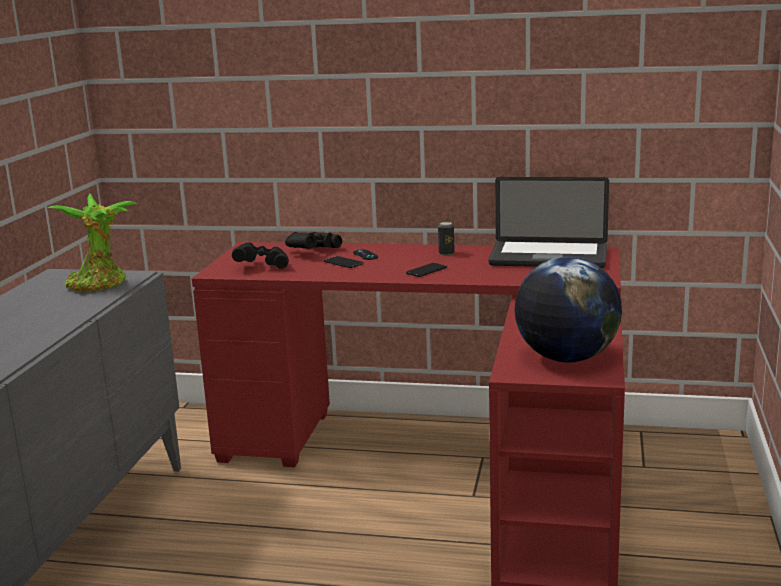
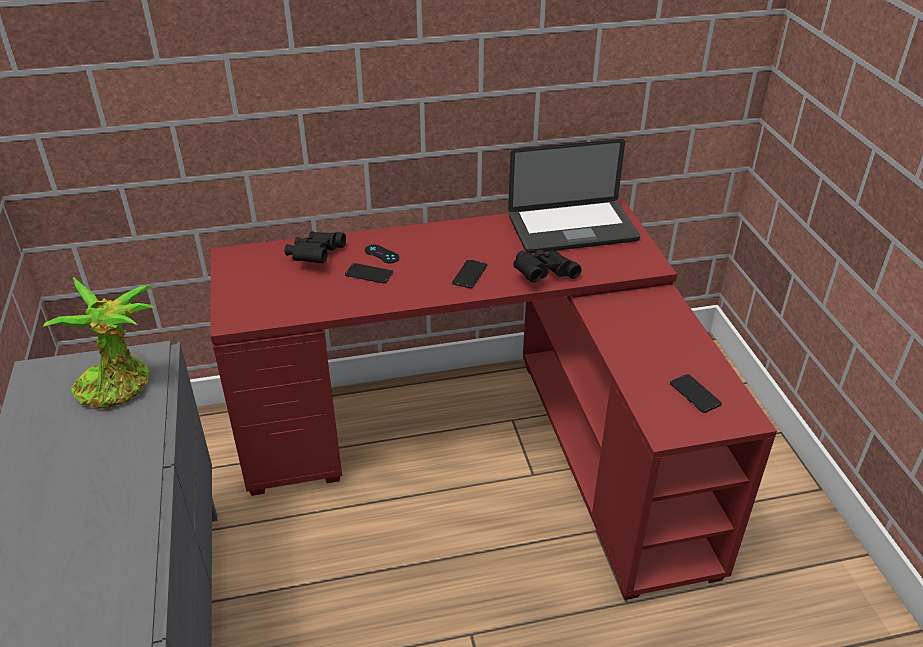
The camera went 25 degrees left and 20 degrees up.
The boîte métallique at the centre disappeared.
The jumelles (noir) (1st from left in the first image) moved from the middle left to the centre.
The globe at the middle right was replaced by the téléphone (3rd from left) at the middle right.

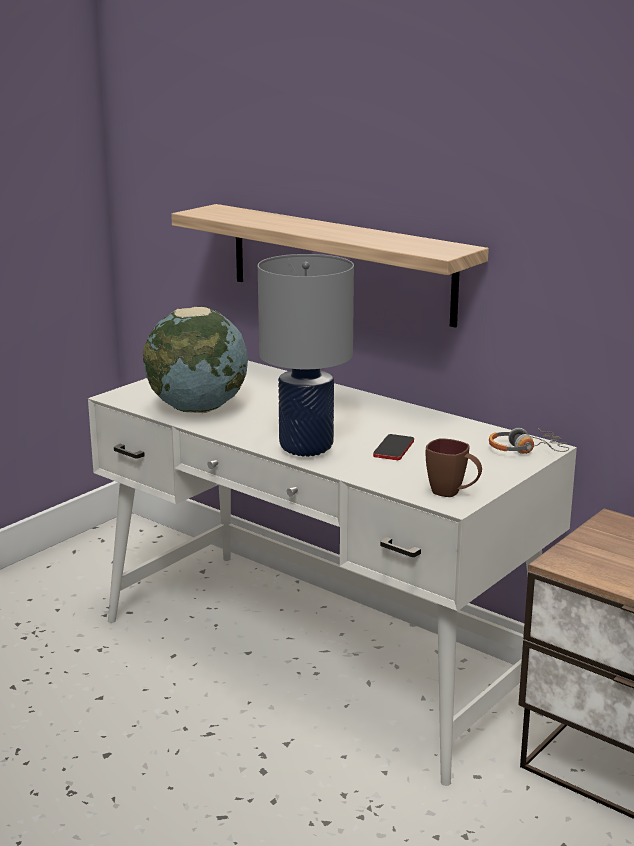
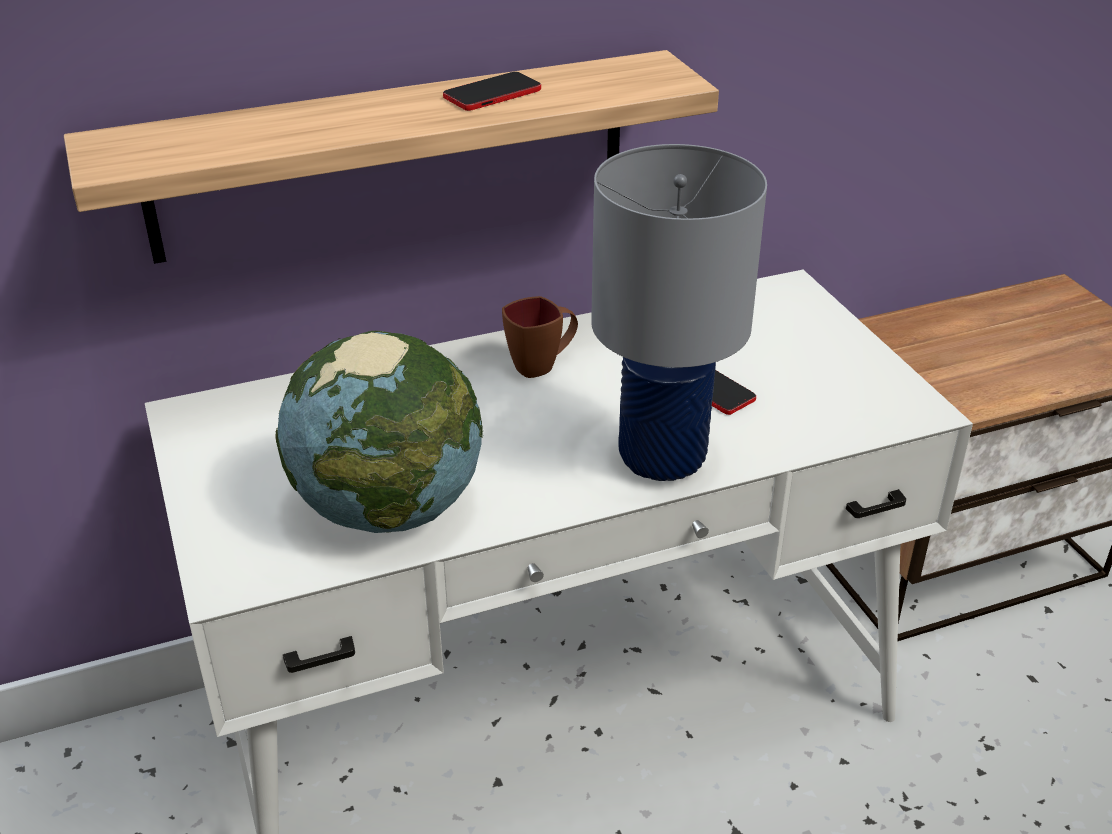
The camera went 60 degrees left and 15 degrees up.
The casque audio at the middle right disappeared.
The téléphone (1st from left) at the top centre appeared.
The mug (marron) moved from the middle right to the centre.

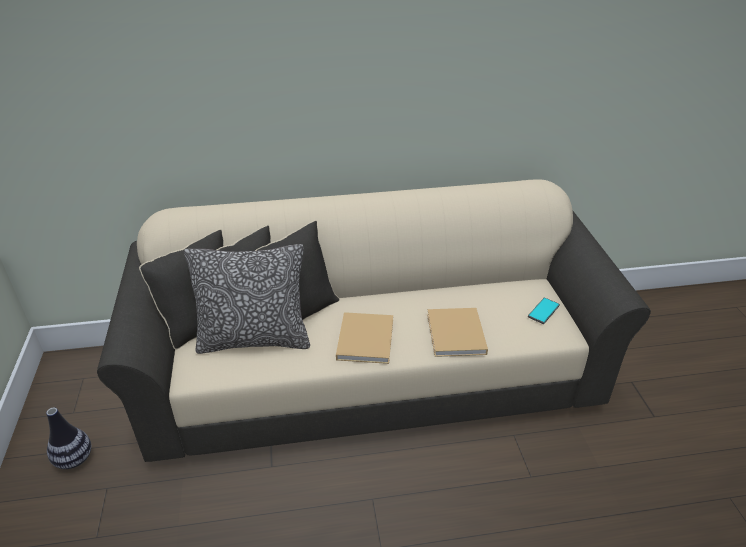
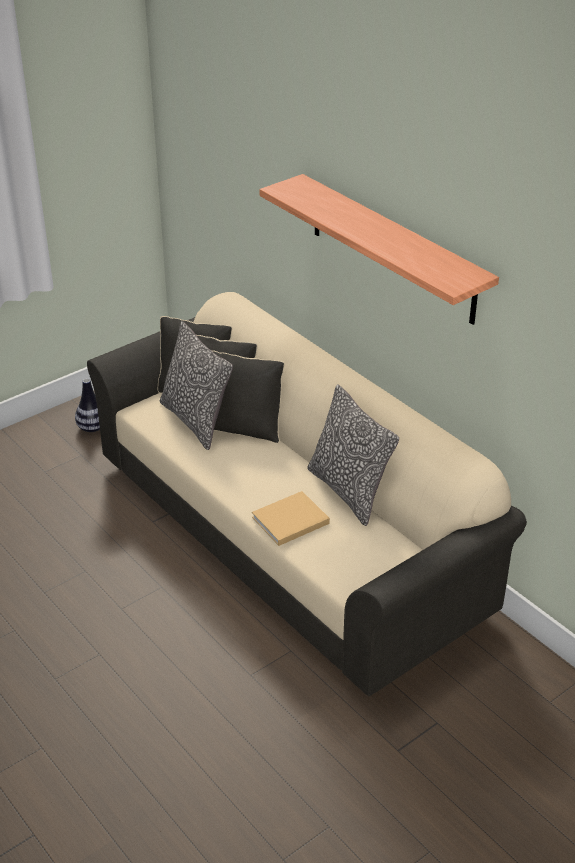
The camera went 60 degrees right and 0 degrees up.
The livre (beige) (1st from left) at the centre disappeared.
The téléphone at the middle right disappeared.
The étagère at the top centre appeared.
The coussin (2nd from left) at the centre appeared.

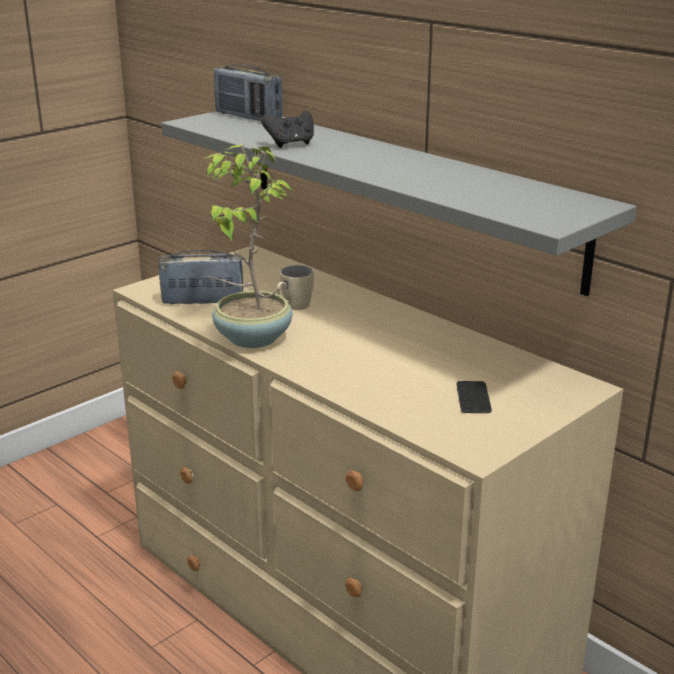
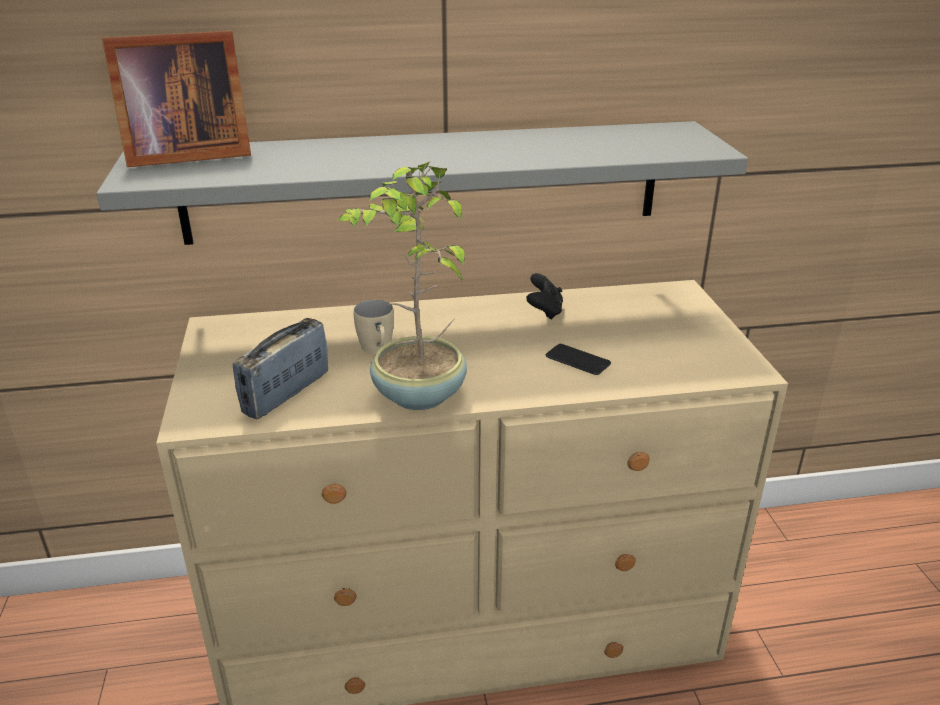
The camera went 55 degrees left and 5 degrees up.
The manette (noir) moved from the top centre to the centre.
The téléphone moved from the middle right to the centre.
The radio (2nd from left) at the top centre was replaced by the cadre photo at the top left.

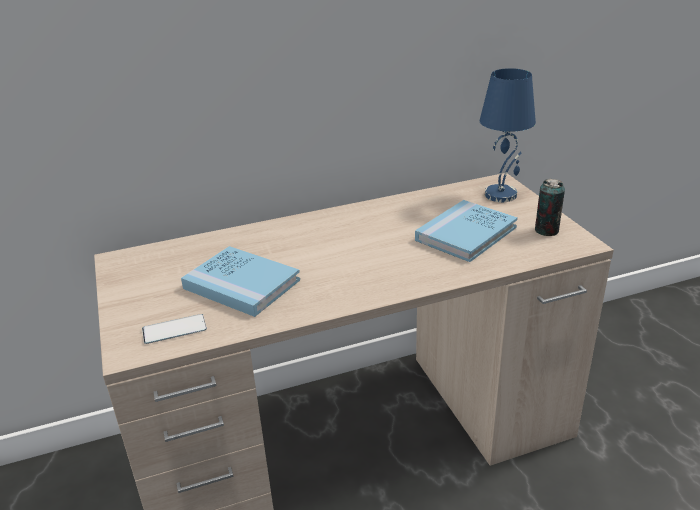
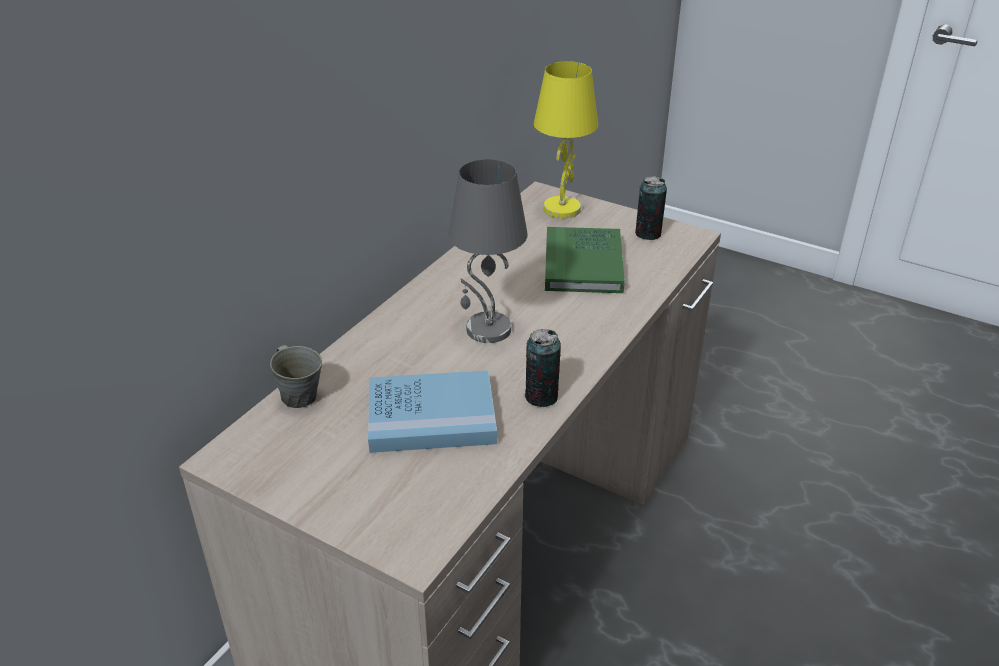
The camera went 40 degrees left and 5 degrees up.
The téléphone at the middle left disappeared.
The mug (gris) at the middle left appeared.
The lampe de table (gris) at the centre appeared.
The boîte métallique (1st from left) at the centre appeared.
The livre (bleu) (2nd from left) at the centre became the livre (vert) at the centre.
The lampe de table (bleu) at the top right became the lampe de table (jaune) at the top centre.

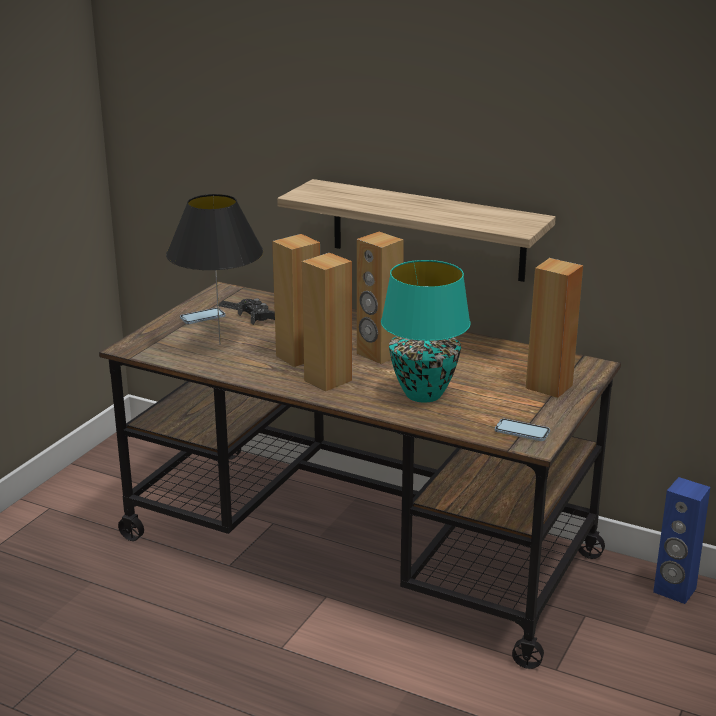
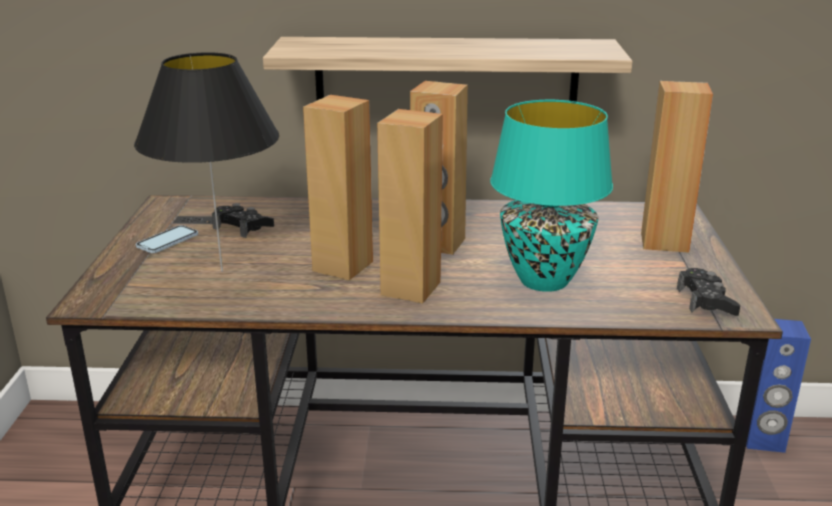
The camera went 25 degrees left and 0 degrees up.
The téléphone (2nd from left) at the middle right was replaced by the manette (noir) (2nd from left) at the middle right.

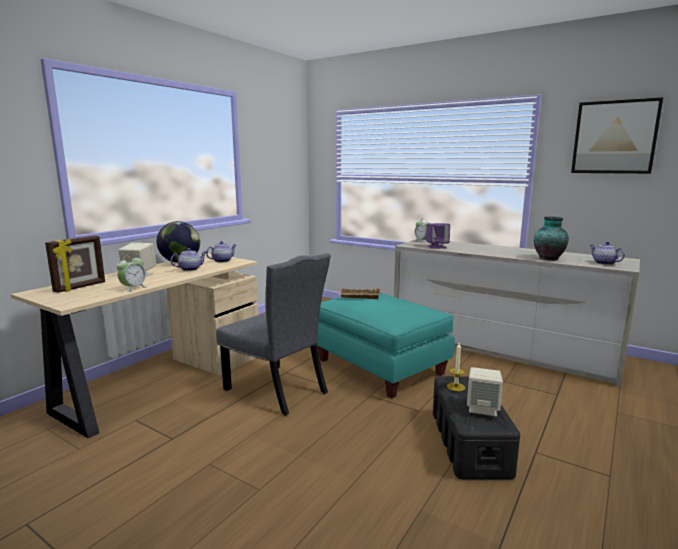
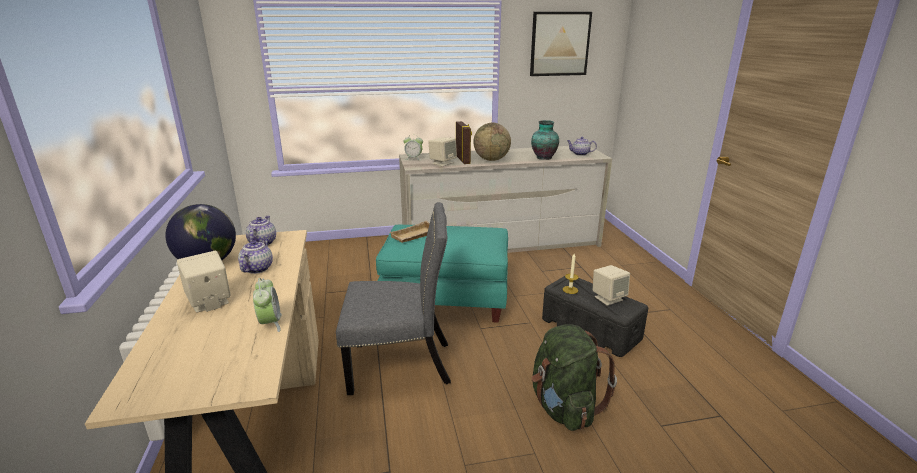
The camera went 45 degrees left and 10 degrees up.
The globe (2nd from left) at the top centre appeared.
The sac à dos (vert) at the bottom centre appeared.
The cadre photo moved from the middle left to the top centre.
The enceinte (violet) at the centre became the enceinte (beige) (2nd from left) at the top centre.

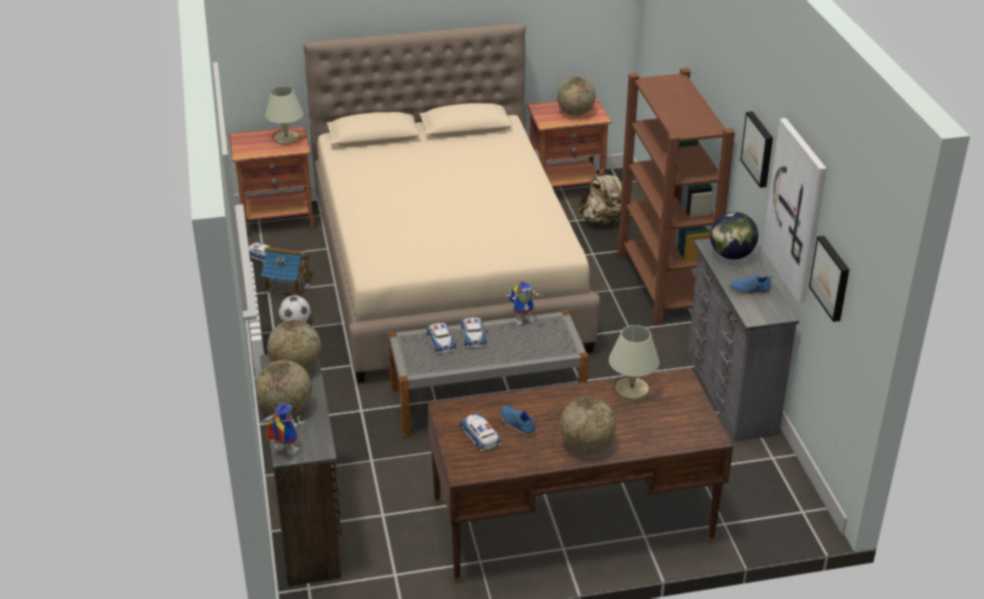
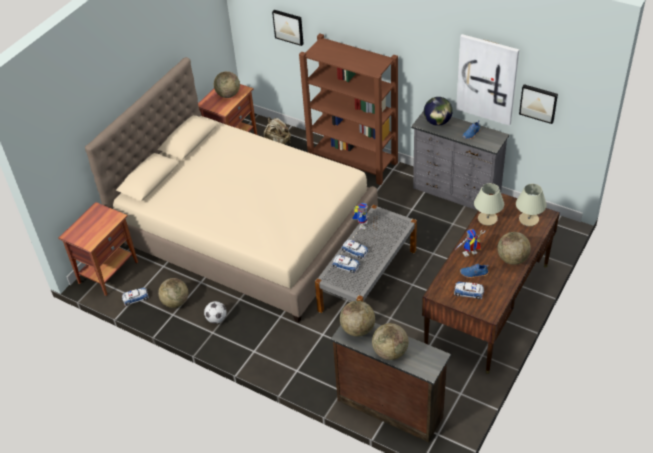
The camera went 45 degrees left and 10 degrees up.
The robot jouet (1st from left in the first image) moved from the bottom left to the middle right.
The lampe de table (beige) (1st from left in the first image) moved from the top left to the middle right.
The tableau (1st from left) moved from the top right to the top centre.
The maison miniature at the middle left was replaced by the globe (1st from left) at the middle left.

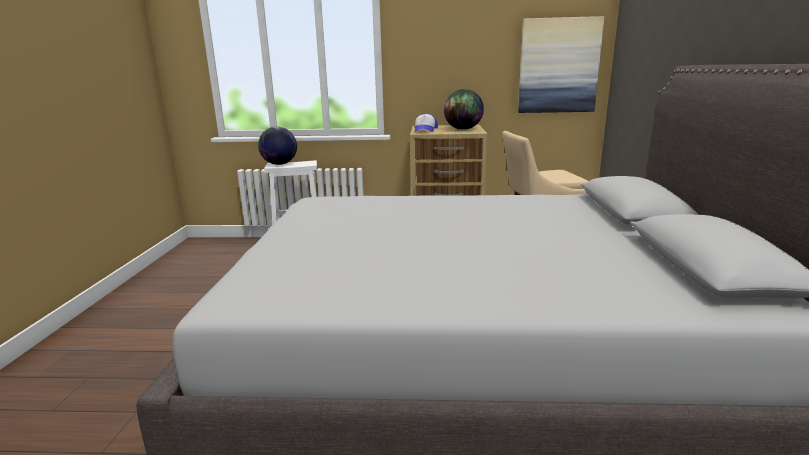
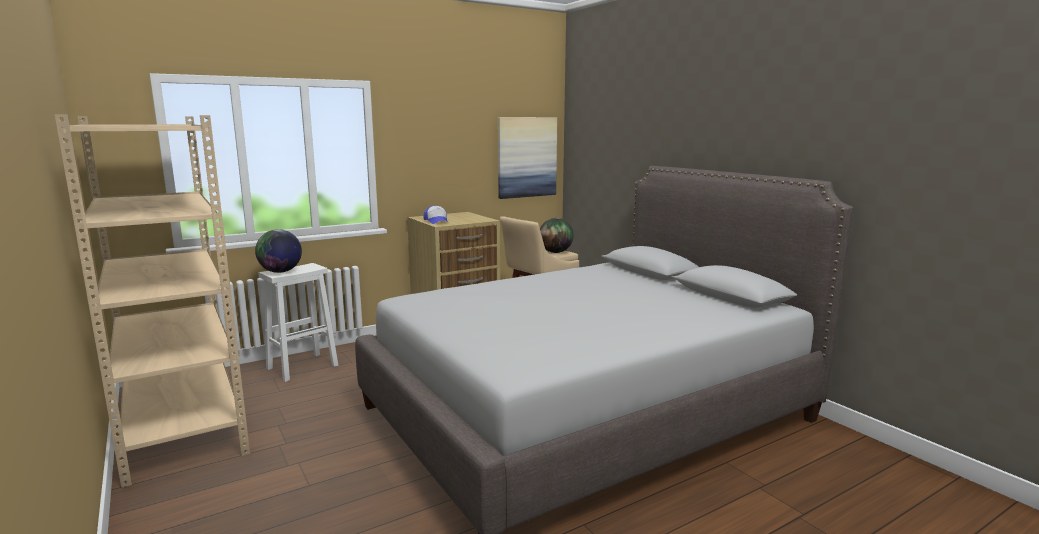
The camera went 35 degrees left and 5 degrees down.
The bibliothèque (beige) at the middle left appeared.
The globe (2nd from left) moved from the top centre to the centre.

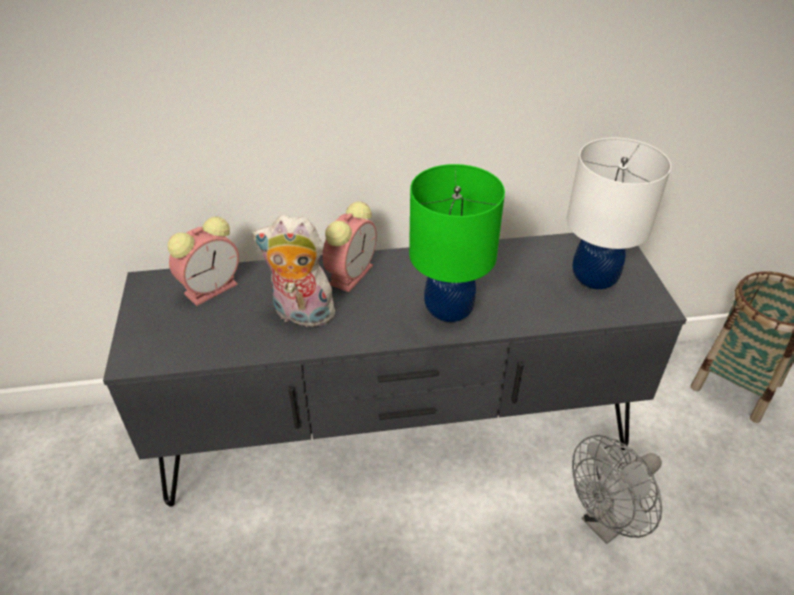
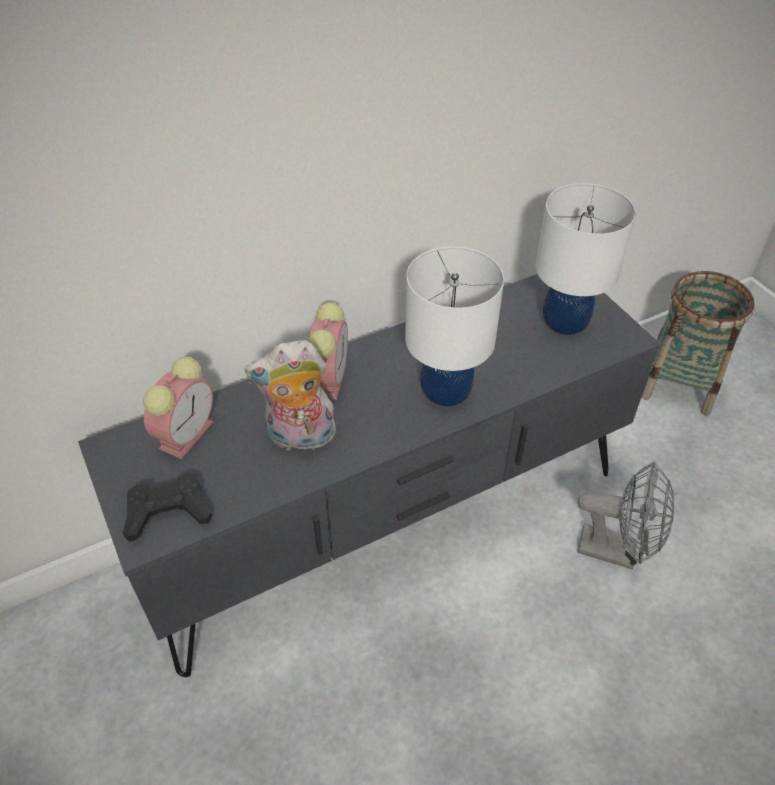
The camera went 20 degrees left and 5 degrees up.
The manette (noir) at the middle left appeared.
The lampe de table (vert) at the centre became the lampe de table (blanc) (1st from left) at the centre.
The ventilateur (gris) at the bottom right turned 105 degrees counterclockwise.

